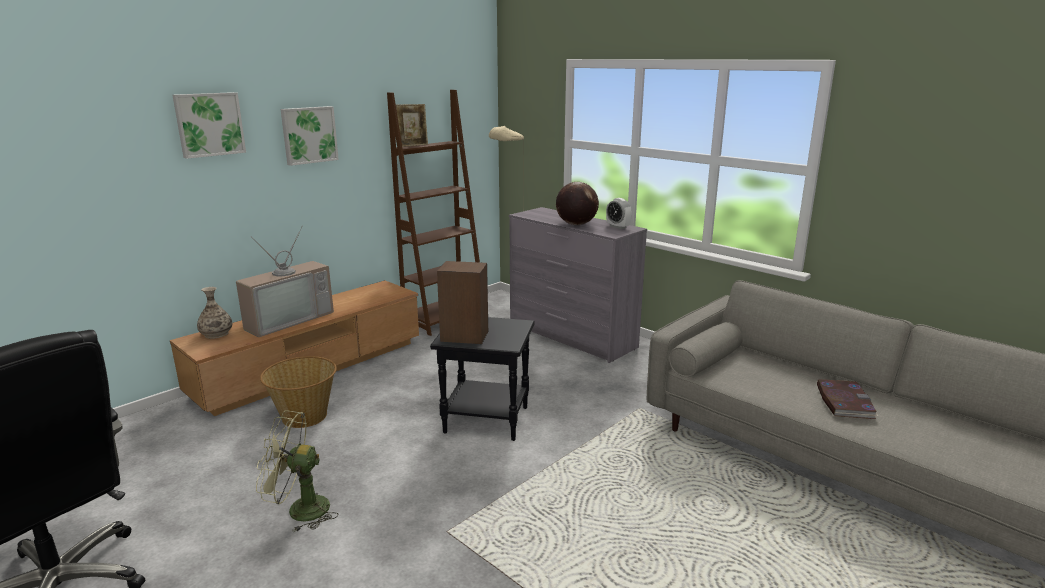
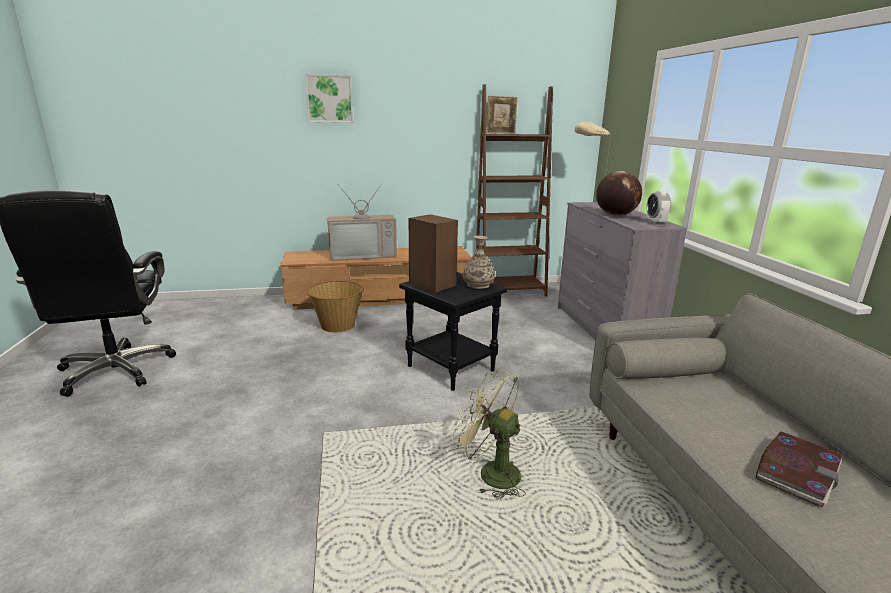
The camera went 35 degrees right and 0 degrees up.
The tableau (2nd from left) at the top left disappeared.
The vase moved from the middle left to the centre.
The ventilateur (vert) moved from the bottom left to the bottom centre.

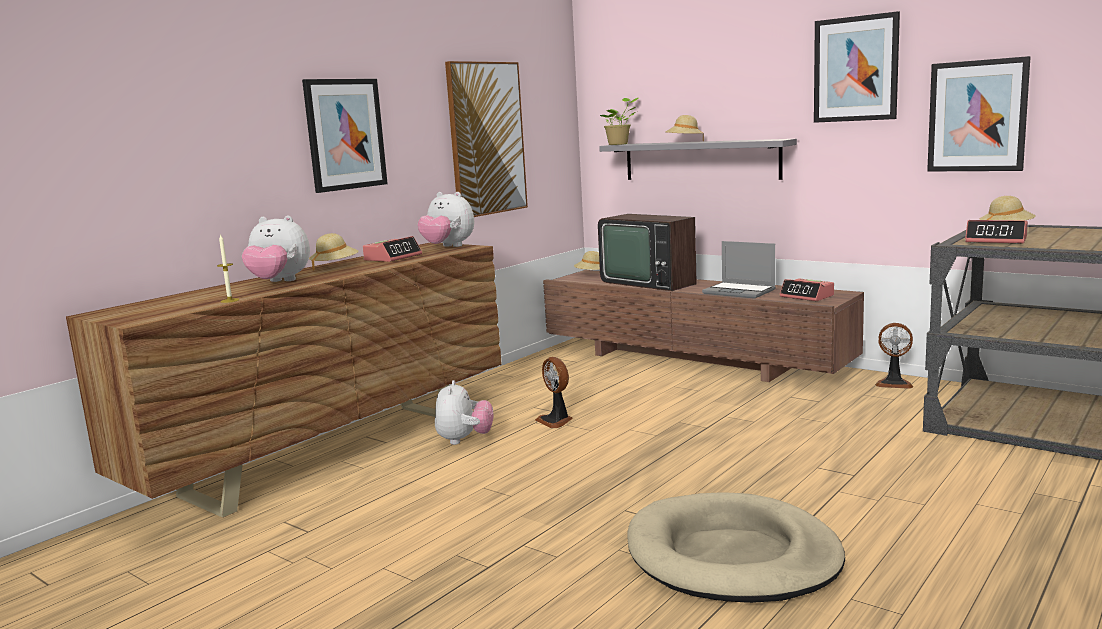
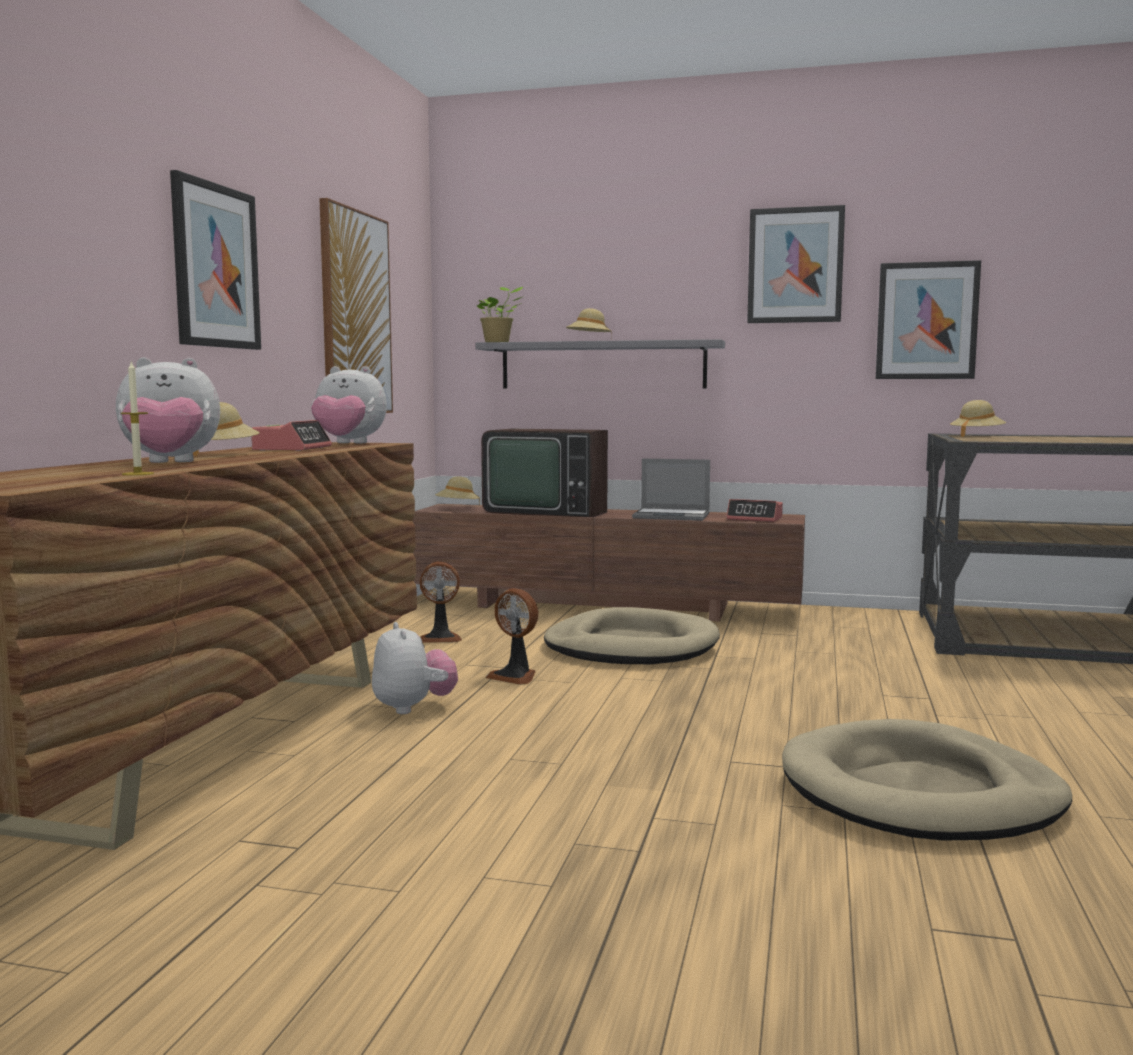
The camera went 25 degrees left and 5 degrees down.
The réveil (3rd from left) at the middle right disappeared.
The panier pour chien (beige) (1st from left) at the centre appeared.
The ventilateur (2nd from left in the first image) moved from the middle right to the centre.

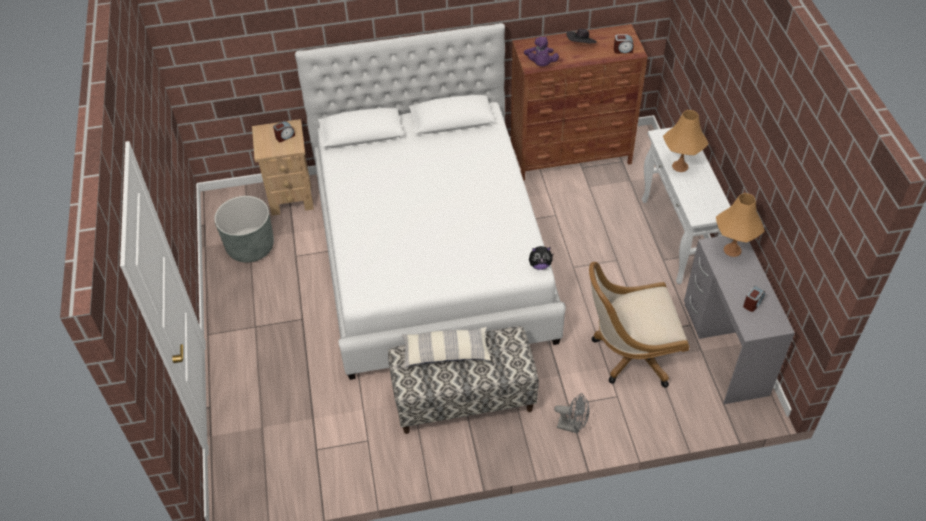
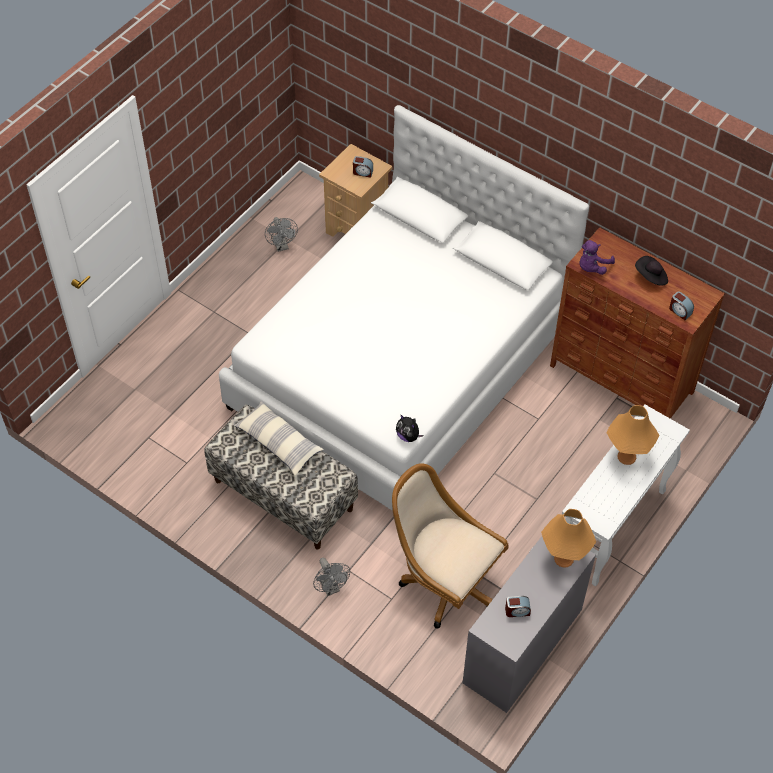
The camera went 45 degrees right and 5 degrees up.
The cache-pot (gris) at the middle left was replaced by the ventilateur (gris) (1st from left) at the top centre.

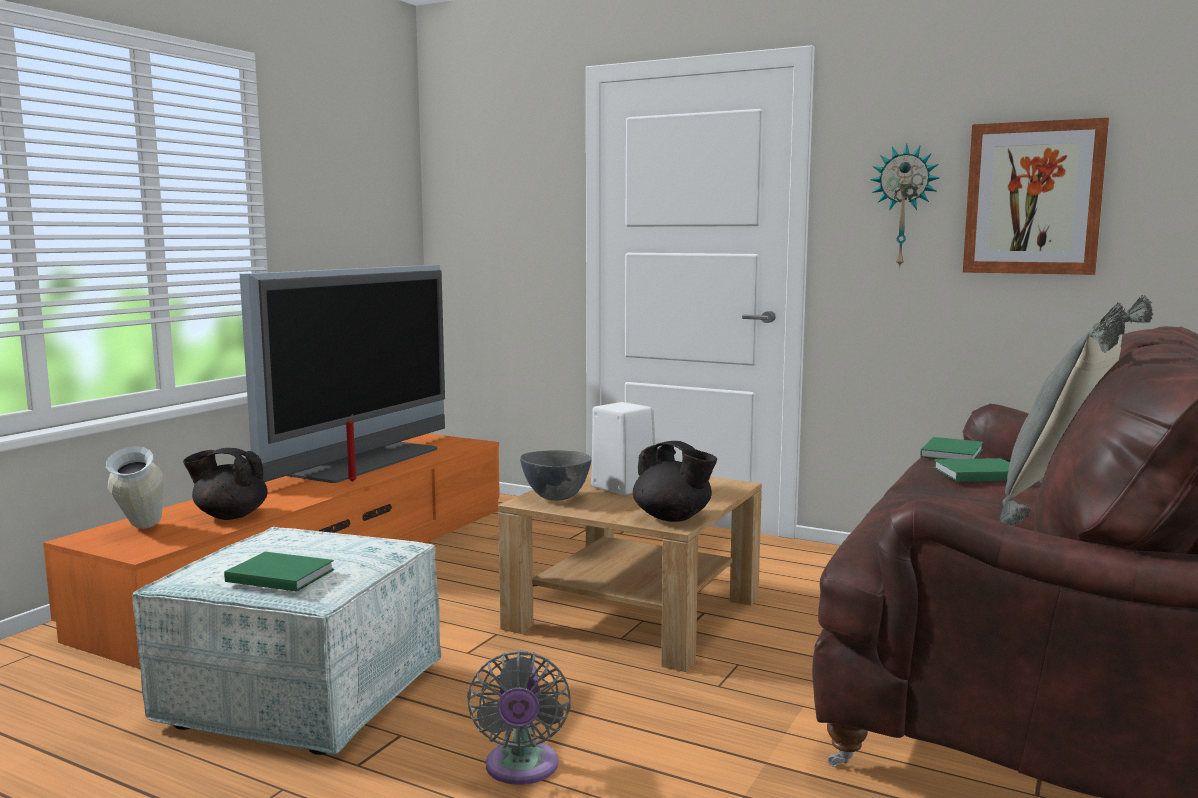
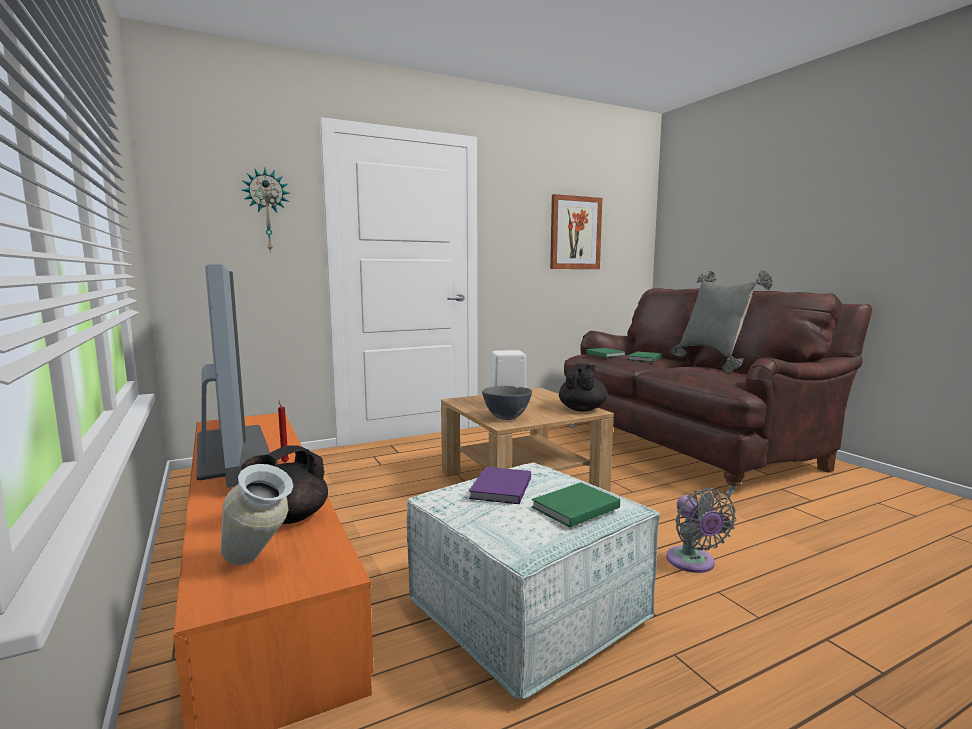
The camera went 55 degrees left and 0 degrees up.
The livre (violet) at the centre appeared.
The horloge murale moved from the top right to the top left.
The ventilateur (gris) at the bottom centre turned 45 degrees clockwise.
The théière (noir) (2nd from left) at the centre turned 60 degrees counterclockwise.

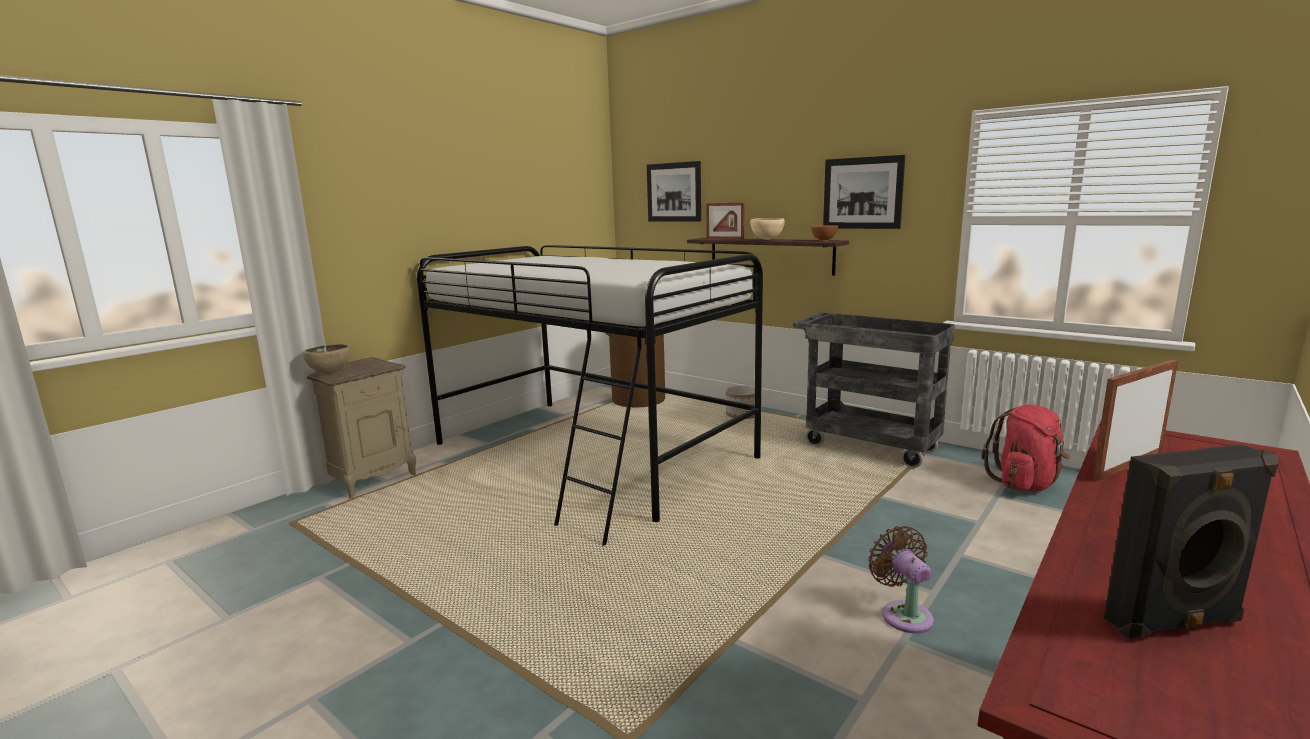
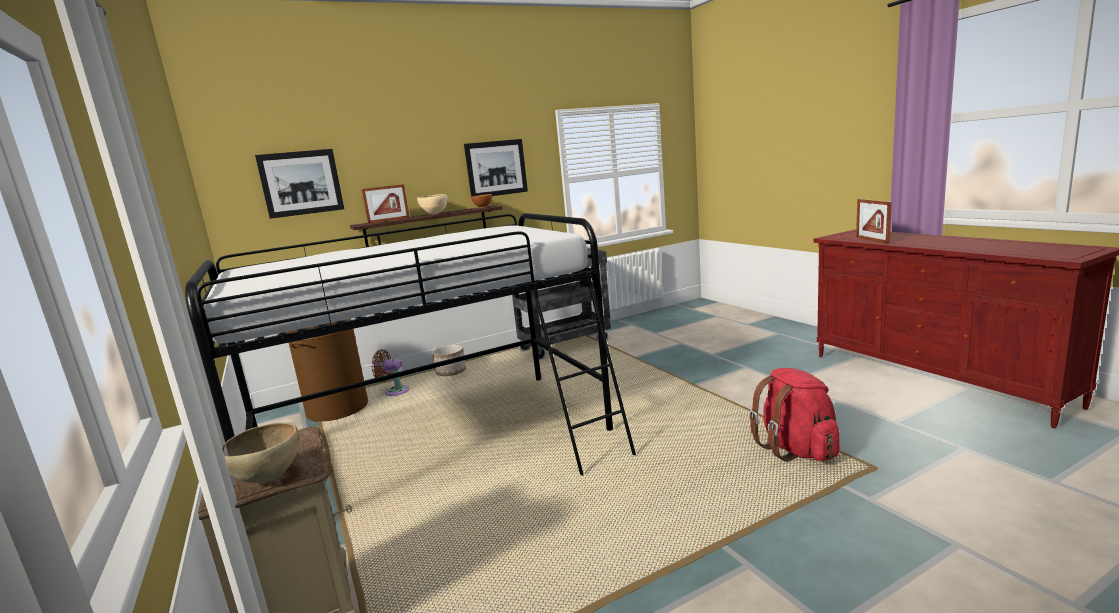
The camera went 65 degrees left and 0 degrees up.
The enceinte (noir) at the bottom right disappeared.
The ventilateur (marron) moved from the bottom right to the centre.
The sac à dos (rouge) moved from the middle right to the bottom right.

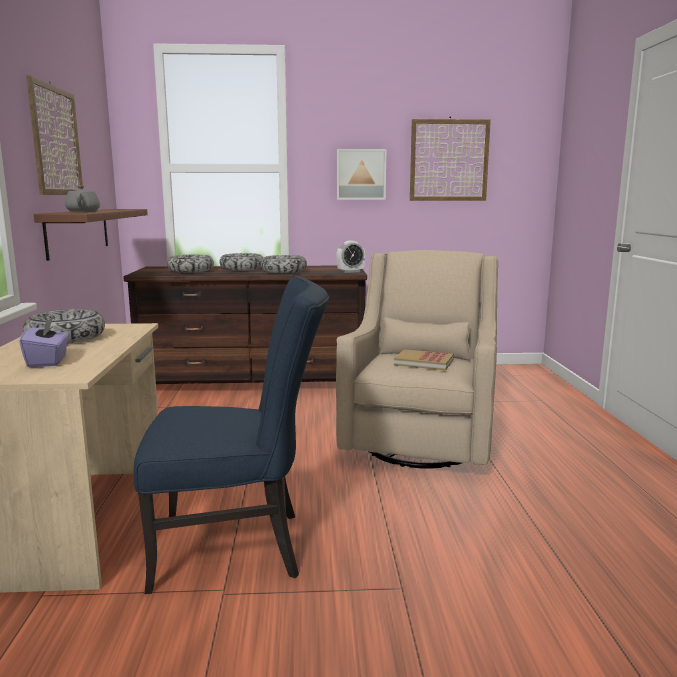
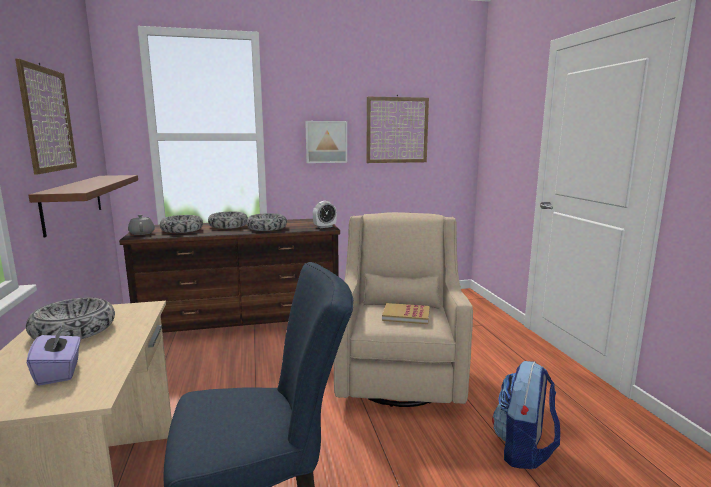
The camera went 10 degrees left and 0 degrees up.
The sac à dos at the bottom right appeared.
The théière (gris) moved from the top left to the middle left.

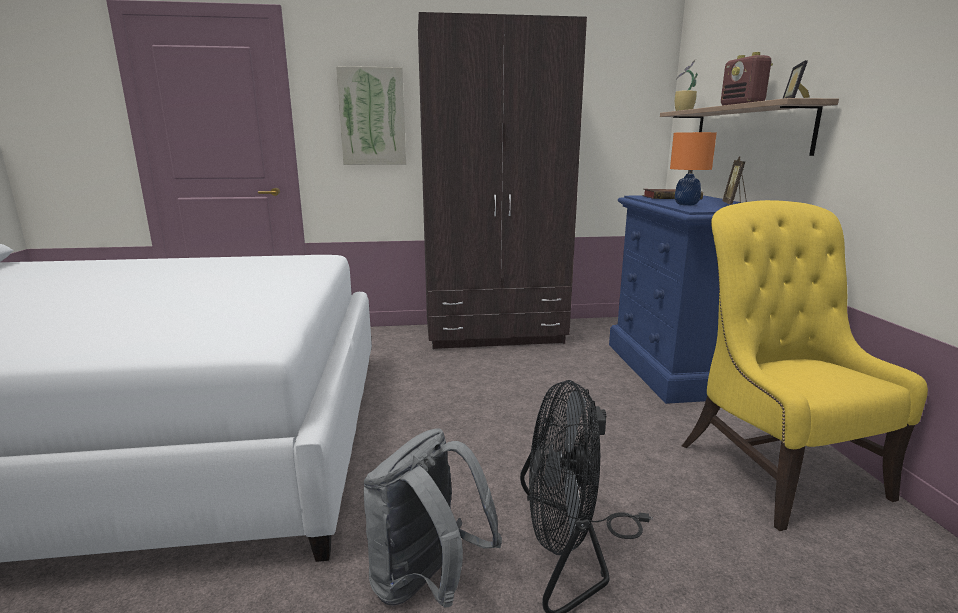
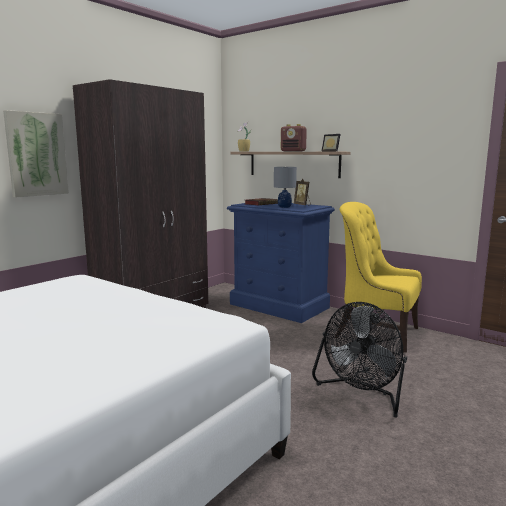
The camera went 45 degrees left and 5 degrees down.
The sac à dos (gris) at the bottom centre disappeared.
The lampe de table (orange) at the top right became the lampe de table (gris) at the centre.

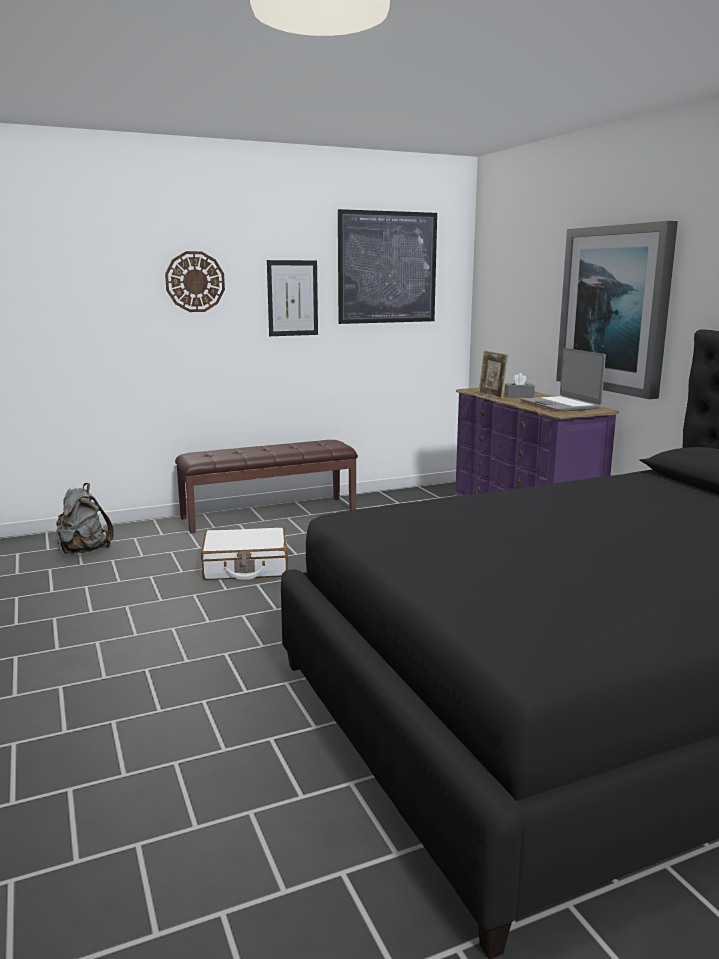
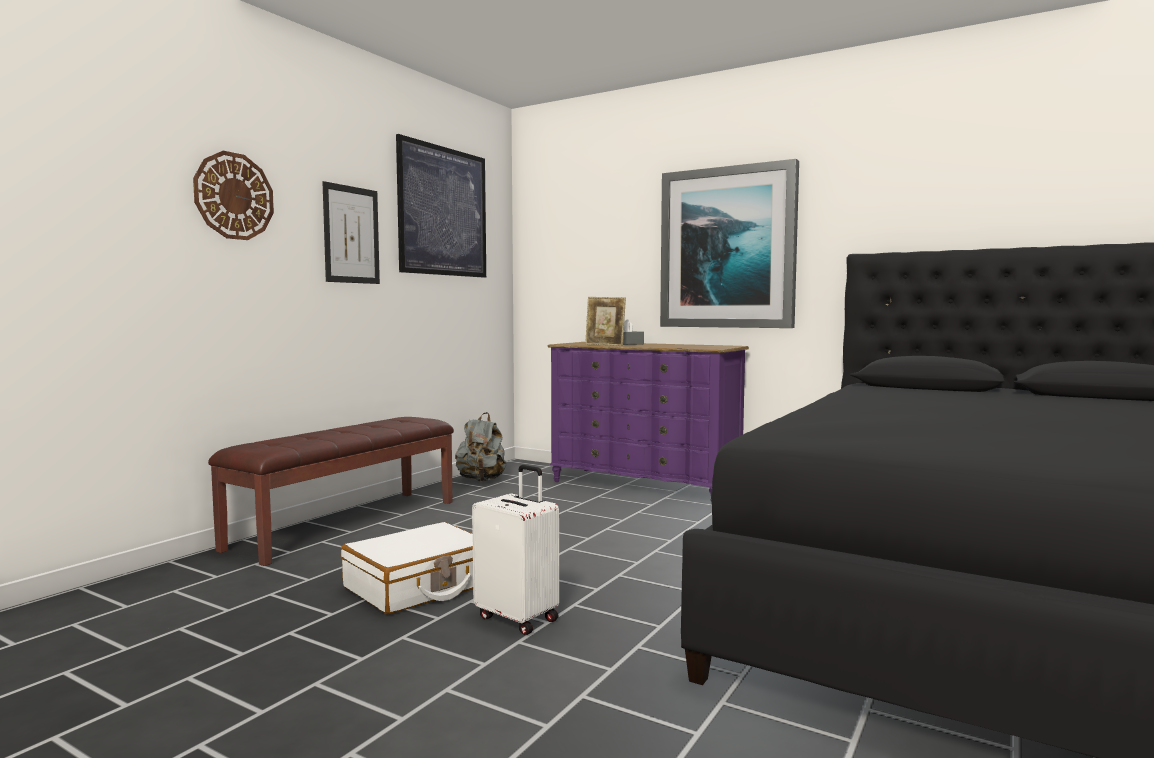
The camera went 35 degrees left and 10 degrees down.
The ordinateur portable at the middle right disappeared.
The valise (blanc) (2nd from left) at the bottom centre appeared.
The sac à dos (gris) moved from the middle left to the centre.

